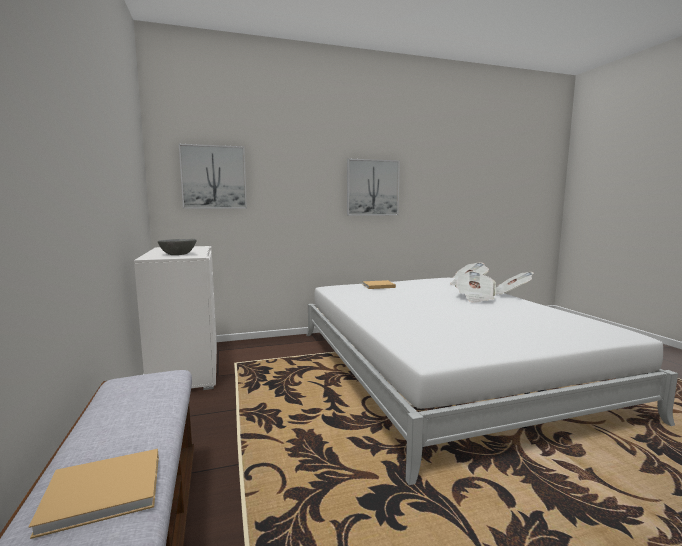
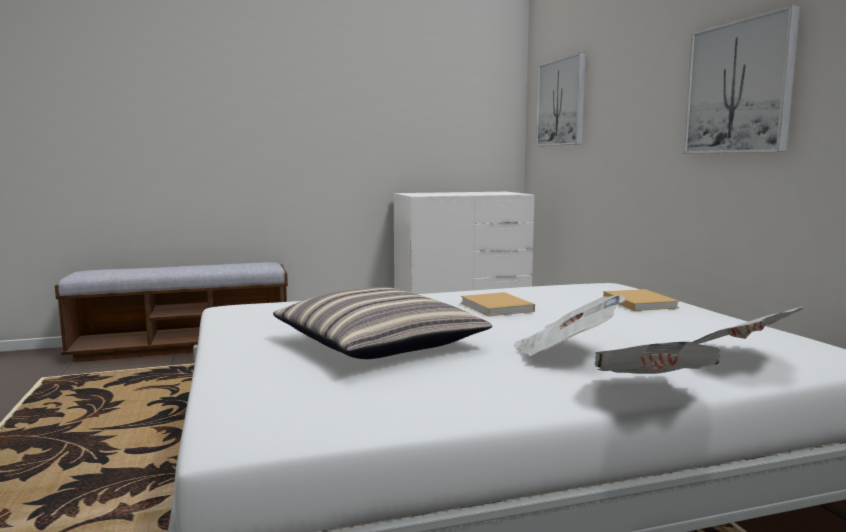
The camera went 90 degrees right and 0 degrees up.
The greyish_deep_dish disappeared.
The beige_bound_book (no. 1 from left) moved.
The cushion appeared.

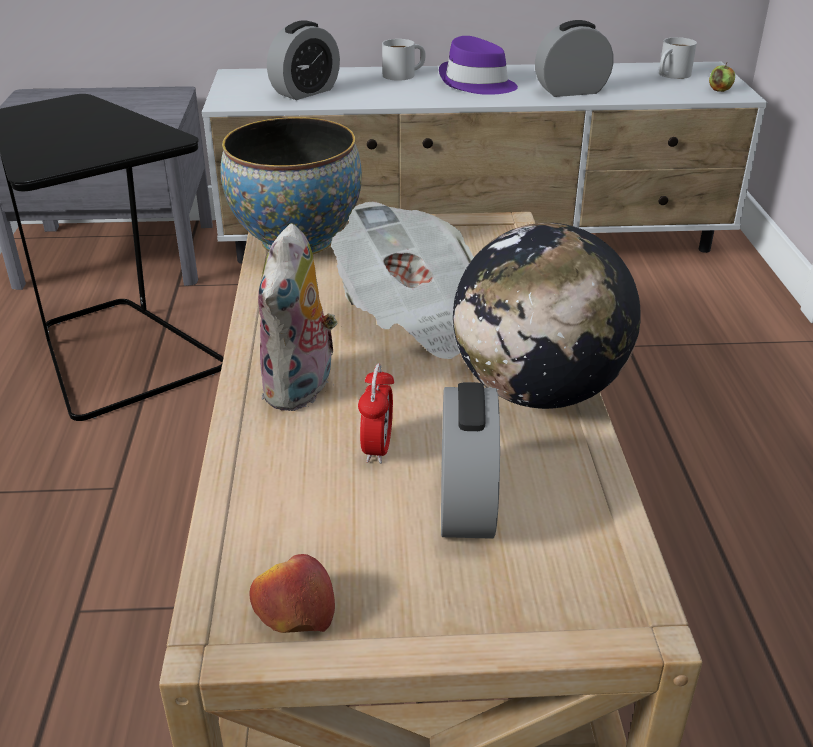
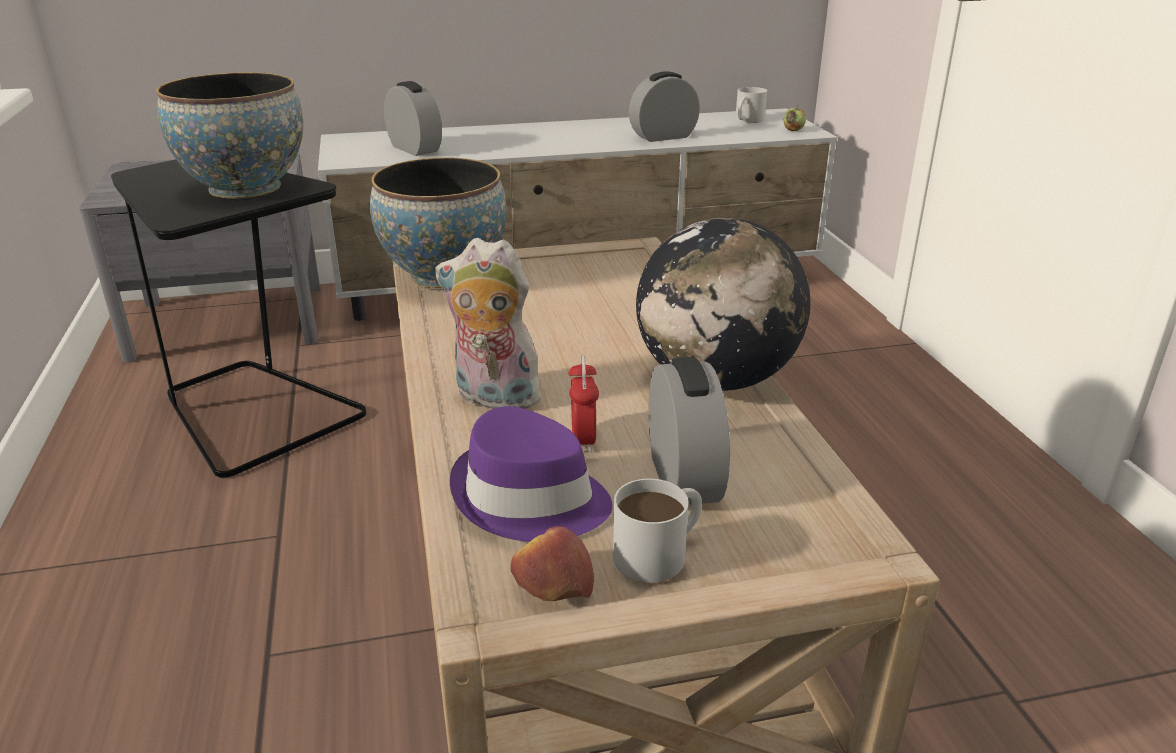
The camera went 10 degrees left and 5 degrees down.
The alarm_clock (no. 1 from left) turned 75 degrees counterclockwise.
The purplish_clothing_hat moved.
The whitish_mug (no. 1 from left) moved.
The daily_paper disappeared.
The plush_toy turned 105 degrees clockwise.
The deep_dish (no. 1 from left) appeared.

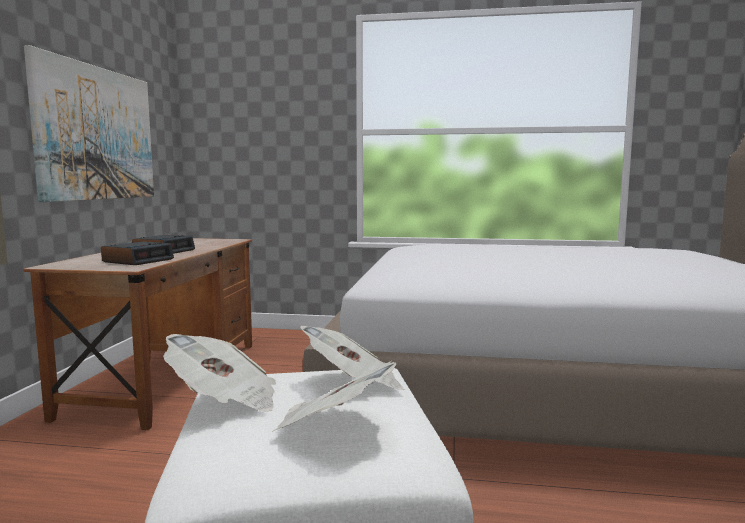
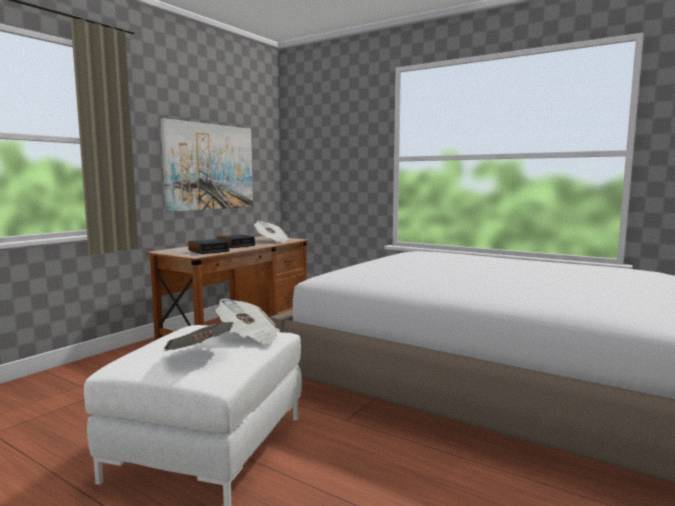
The camera went 25 degrees right and 0 degrees up.
The daily_paper (no. 1 from left in the first image) moved.

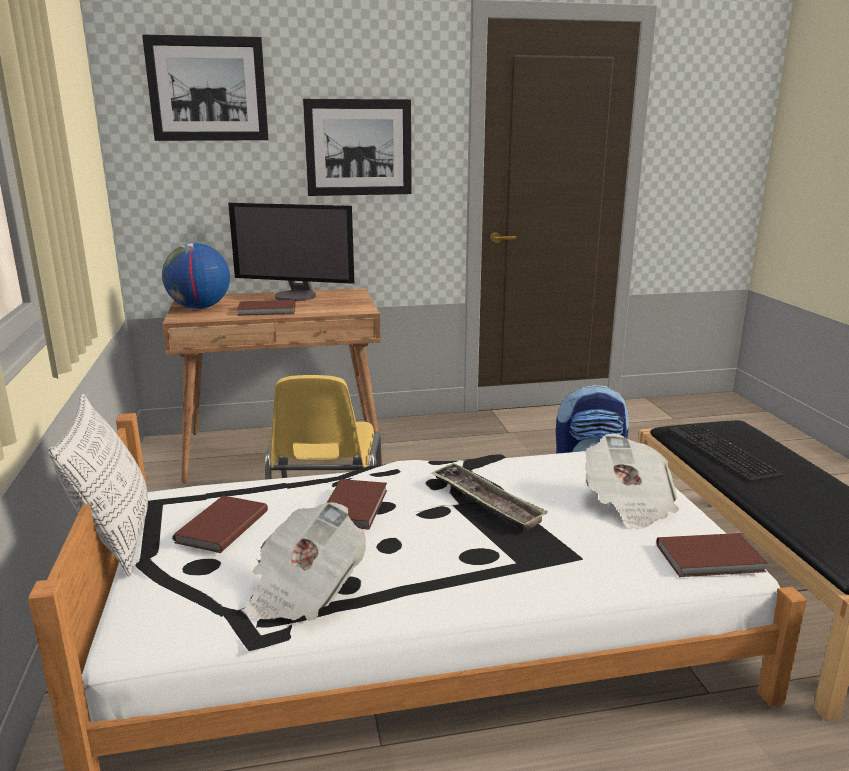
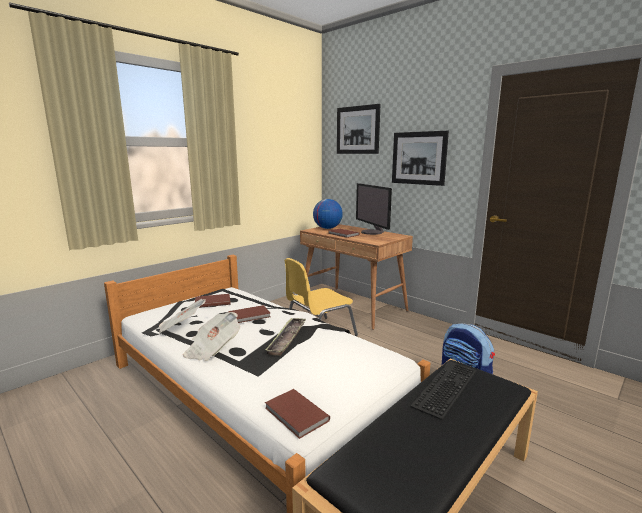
The camera went 55 degrees right and 5 degrees down.
The cushion disappeared.
The daily_paper (no. 2 from left) moved.

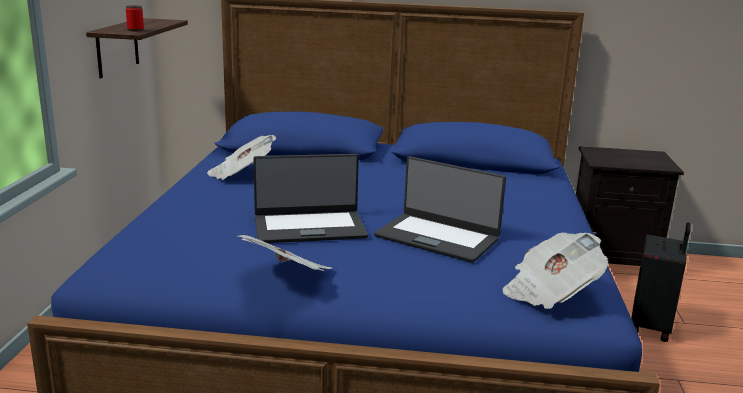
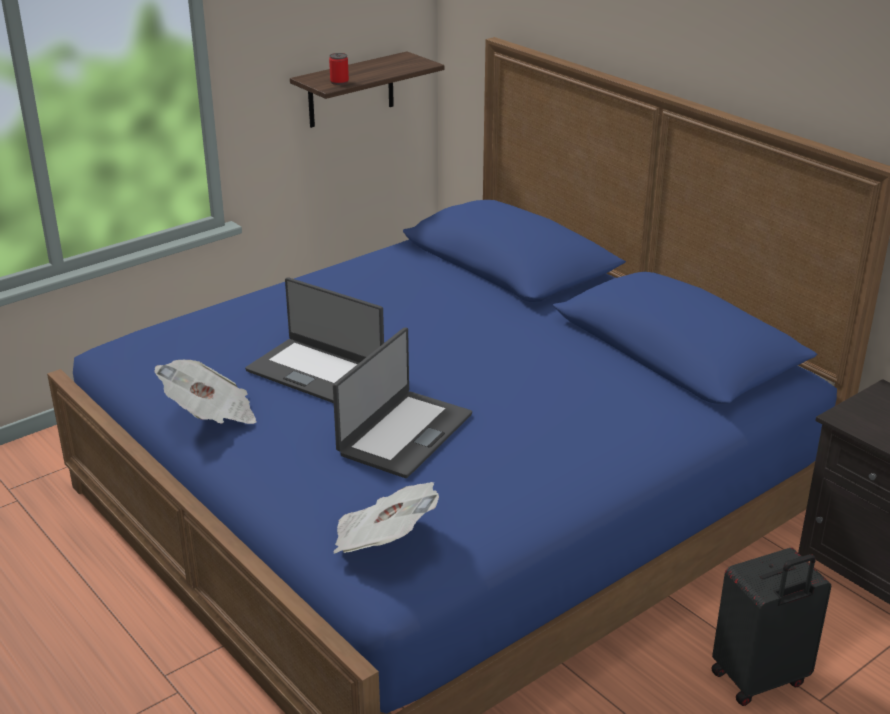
The camera went 45 degrees right and 10 degrees up.
The daily_paper (no. 1 from left) disappeared.
The portable_computer (no. 2 from left) turned 135 degrees counterclockwise.

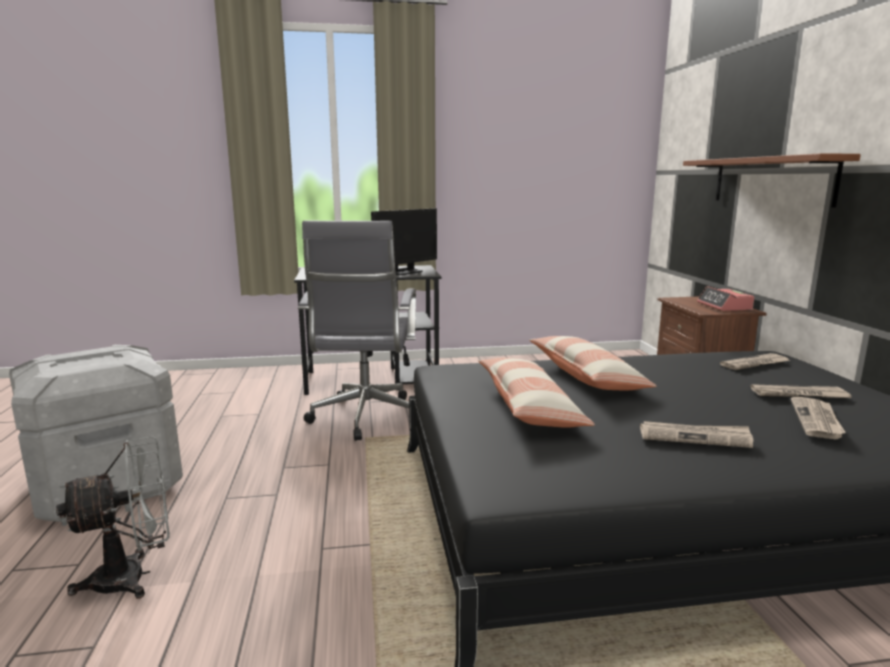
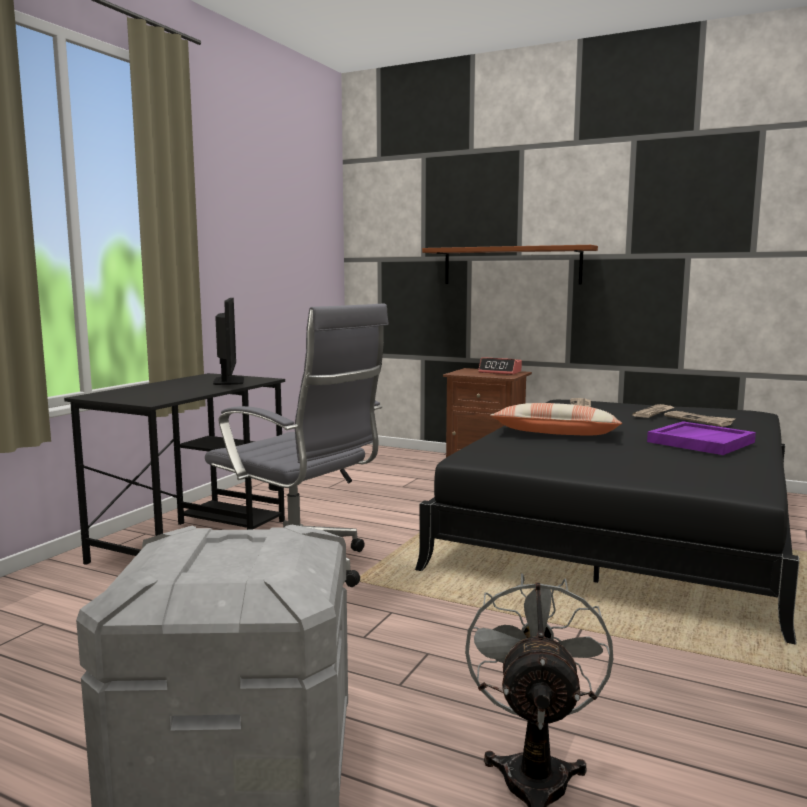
The camera went 55 degrees left and 5 degrees down.
The cushion (no. 1 from left) disappeared.
The daily_paper (no. 1 from left) was replaced by the purplish_serving_tray.

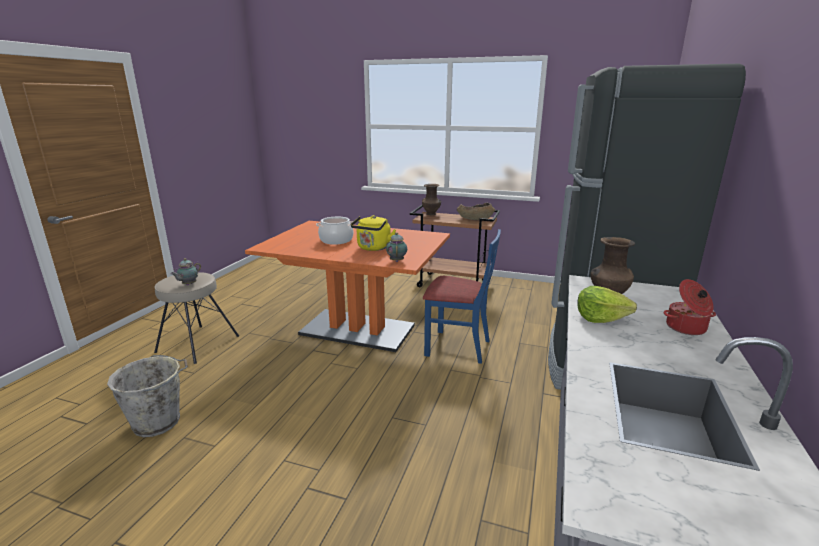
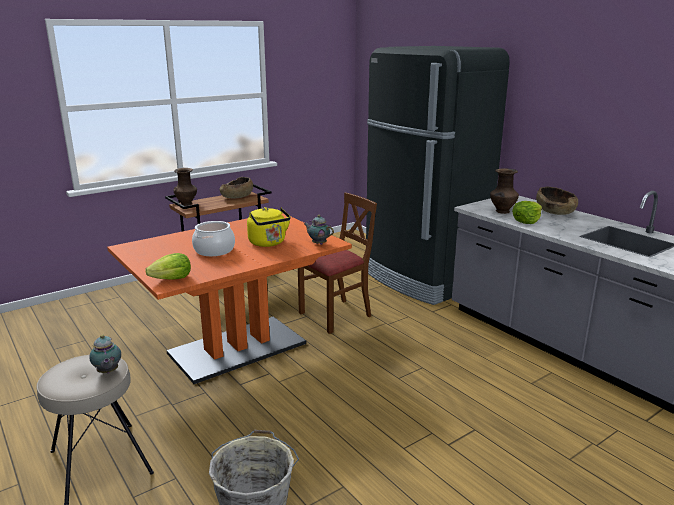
The camera went 55 degrees left and 0 degrees up.
The bluish_upright_chair became the brownish_upright_chair.
The stockpot (no. 2 from left) was replaced by the brownish_deep_dish (no. 2 from left).
The head_of_lettuce (no. 1 from left) appeared.

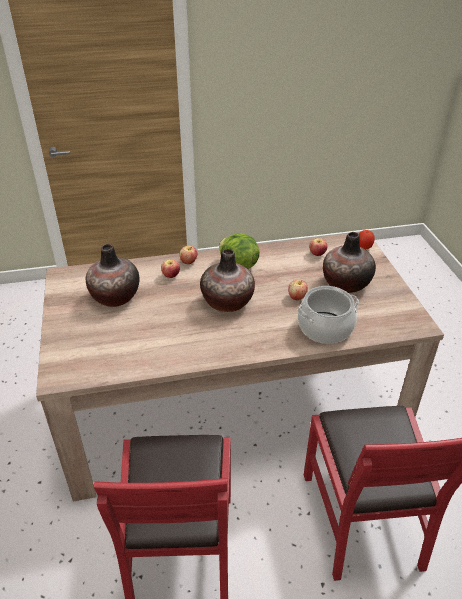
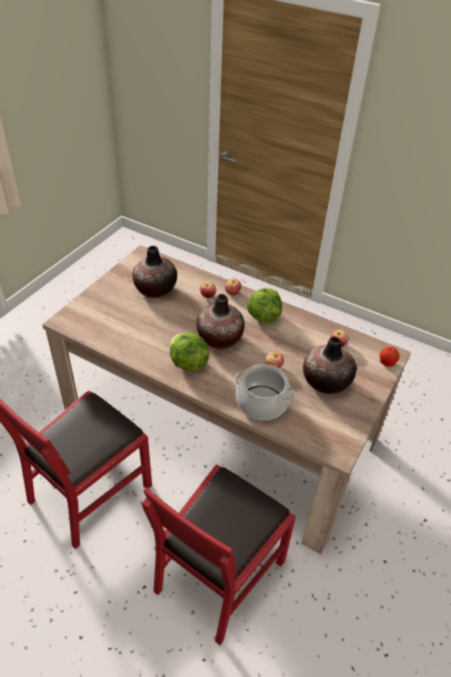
The camera went 40 degrees right and 5 degrees up.
The head_of_lettuce (no. 1 from left) appeared.

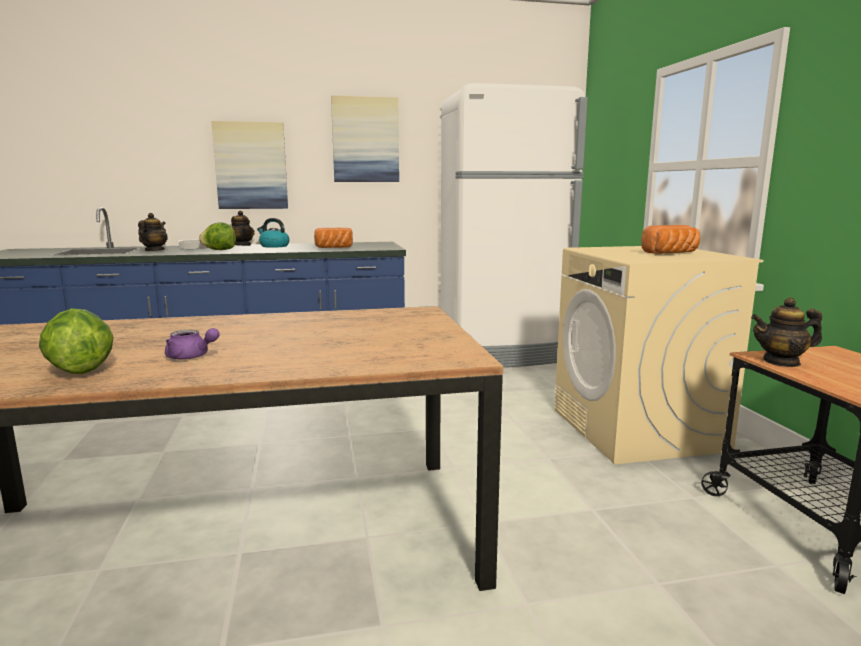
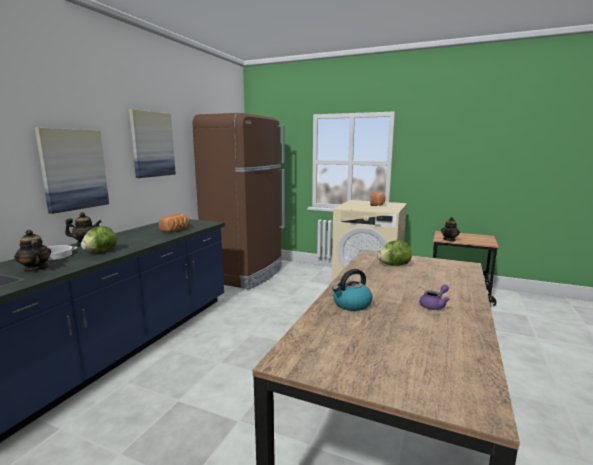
The camera went 55 degrees left and 0 degrees up.
The whitish_fridge became the brownish_fridge.
The water_kettle moved.
The head_of_lettuce (no. 1 from left in the first image) moved.

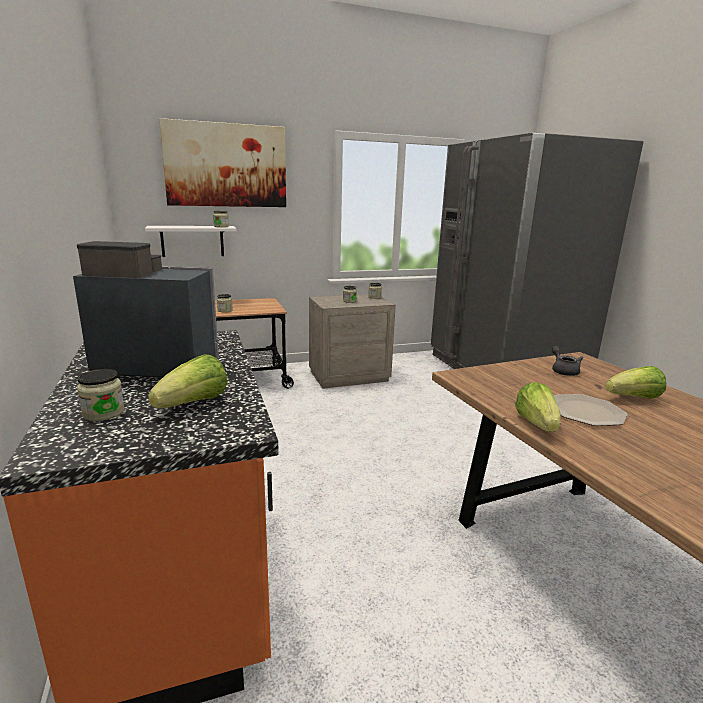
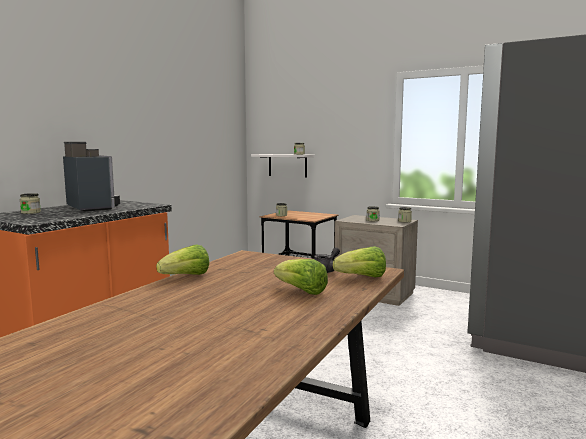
The camera went 50 degrees right and 10 degrees down.
The wall_art disappeared.
The head_of_lettuce (no. 1 from left in the first image) moved.
The plate disappeared.

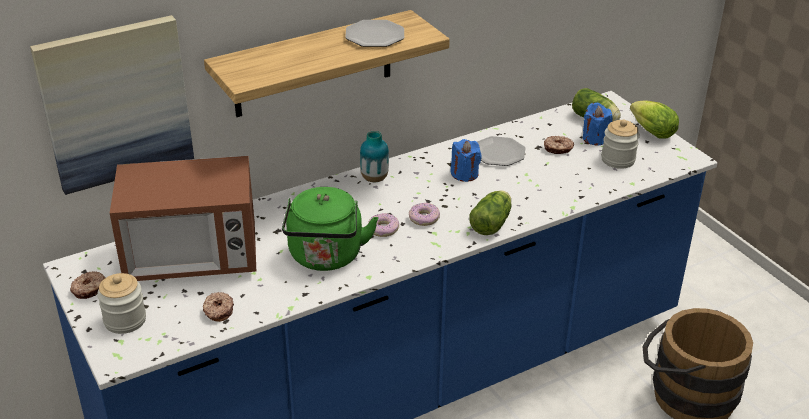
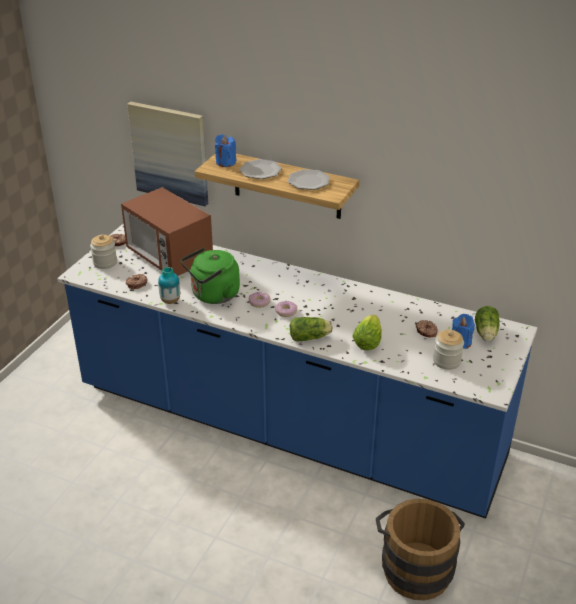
The camera went 55 degrees right and 0 degrees up.
The head_of_lettuce (no. 3 from left in the first image) moved.
The flower_vase moved.
The plate (no. 2 from left in the first image) moved.
The bluish_wax_candle (no. 1 from left) moved.

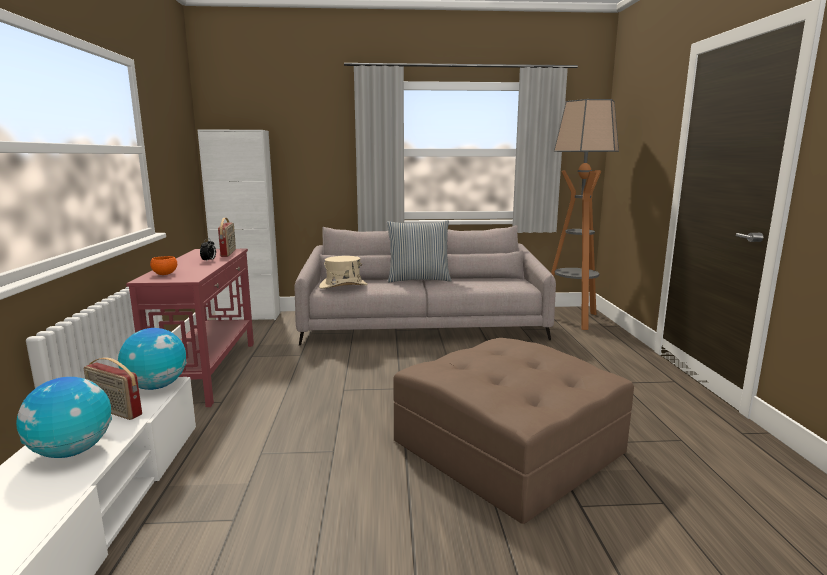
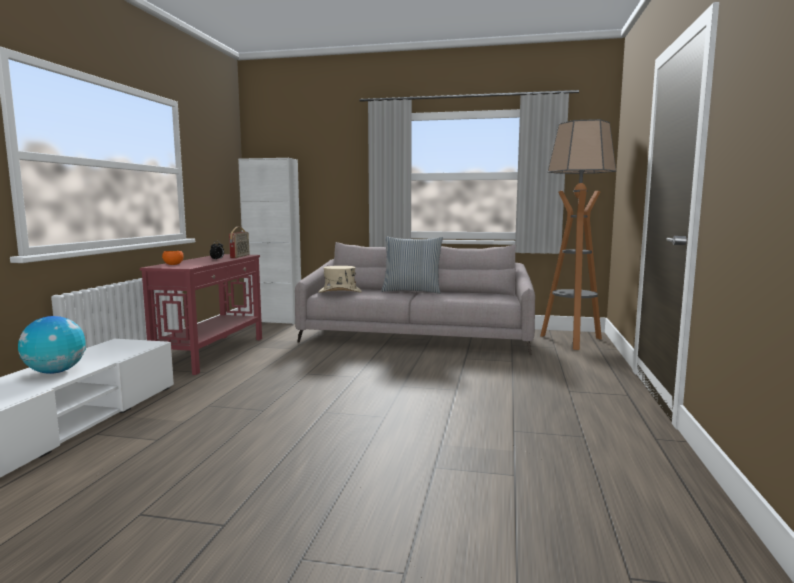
The camera went 15 degrees right and 5 degrees down.
The globe (no. 2 from left) disappeared.
The brownish_pouffe disappeared.
The radio (no. 1 from left) disappeared.

